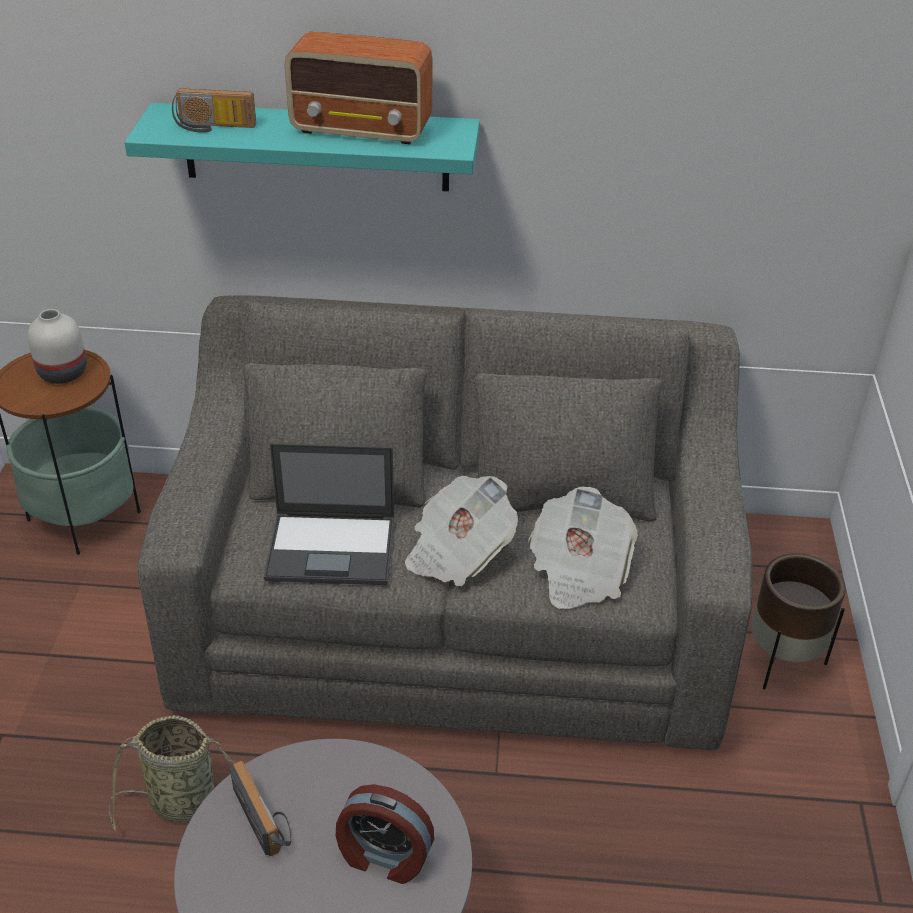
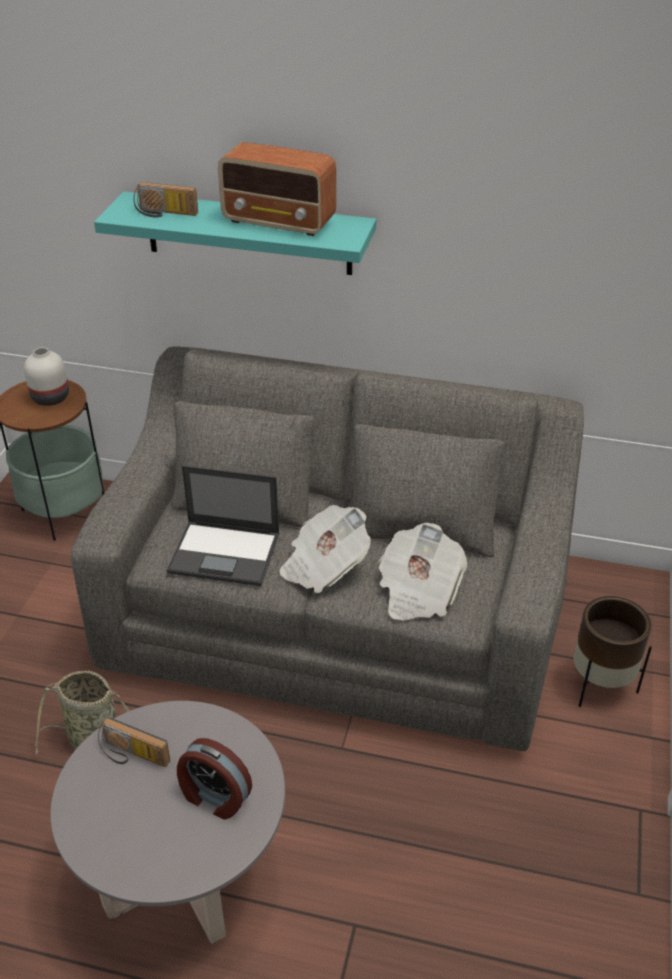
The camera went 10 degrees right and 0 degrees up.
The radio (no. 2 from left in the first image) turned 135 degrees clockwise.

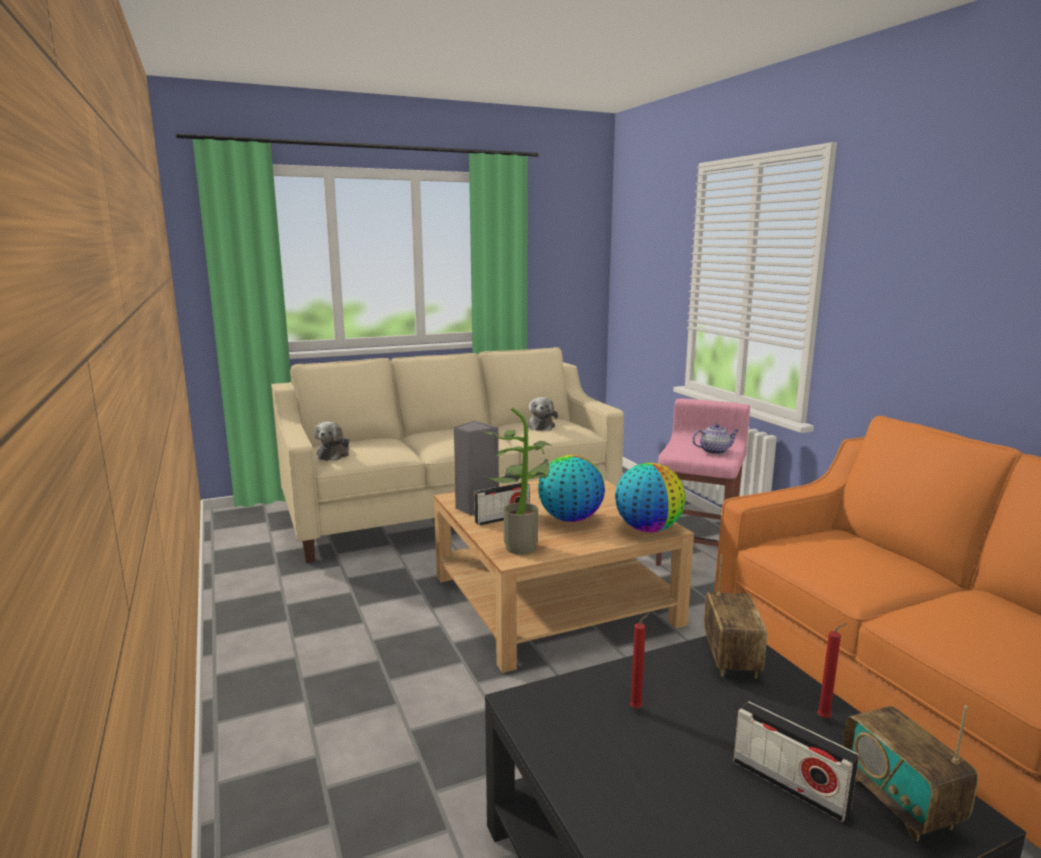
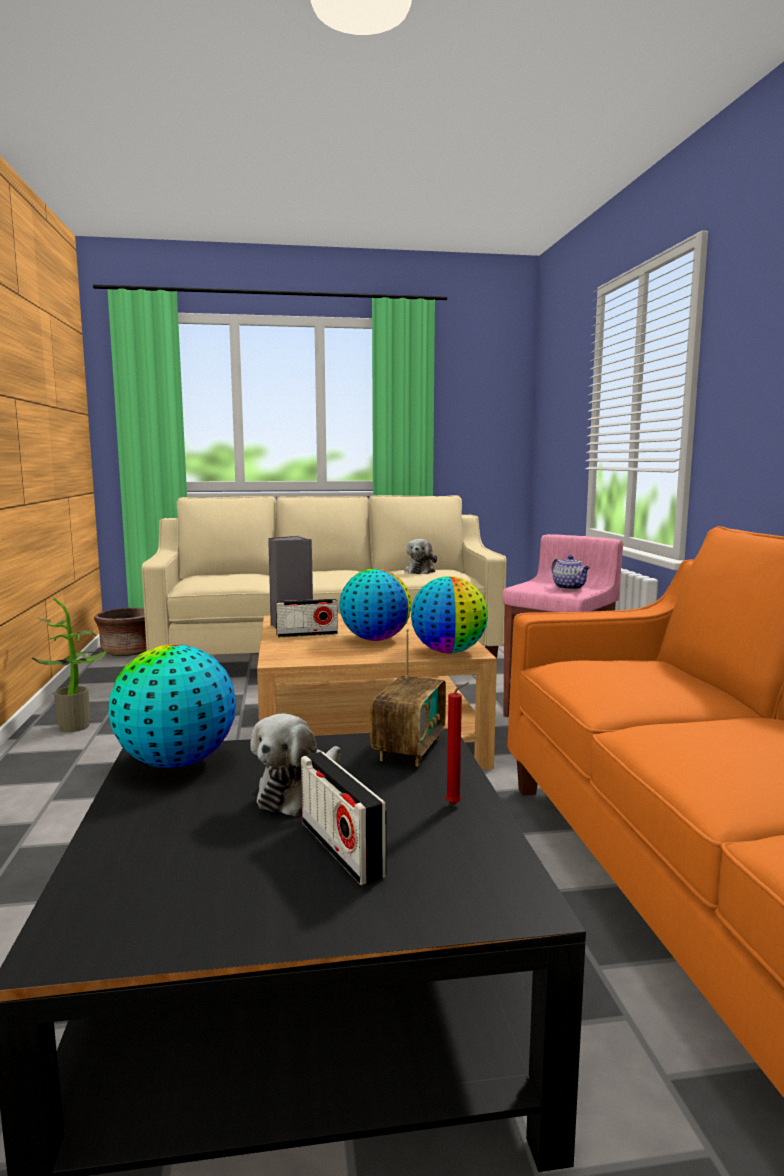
The camera went 15 degrees right and 5 degrees down.
The potted_plant moved.
The plush_toy (no. 1 from left) moved.
The tea_pot turned 60 degrees clockwise.
The red_wax_candle (no. 1 from left) disappeared.
The radio (no. 4 from left) disappeared.
The brownish_flower_pot appeared.
The globe (no. 1 from left) appeared.

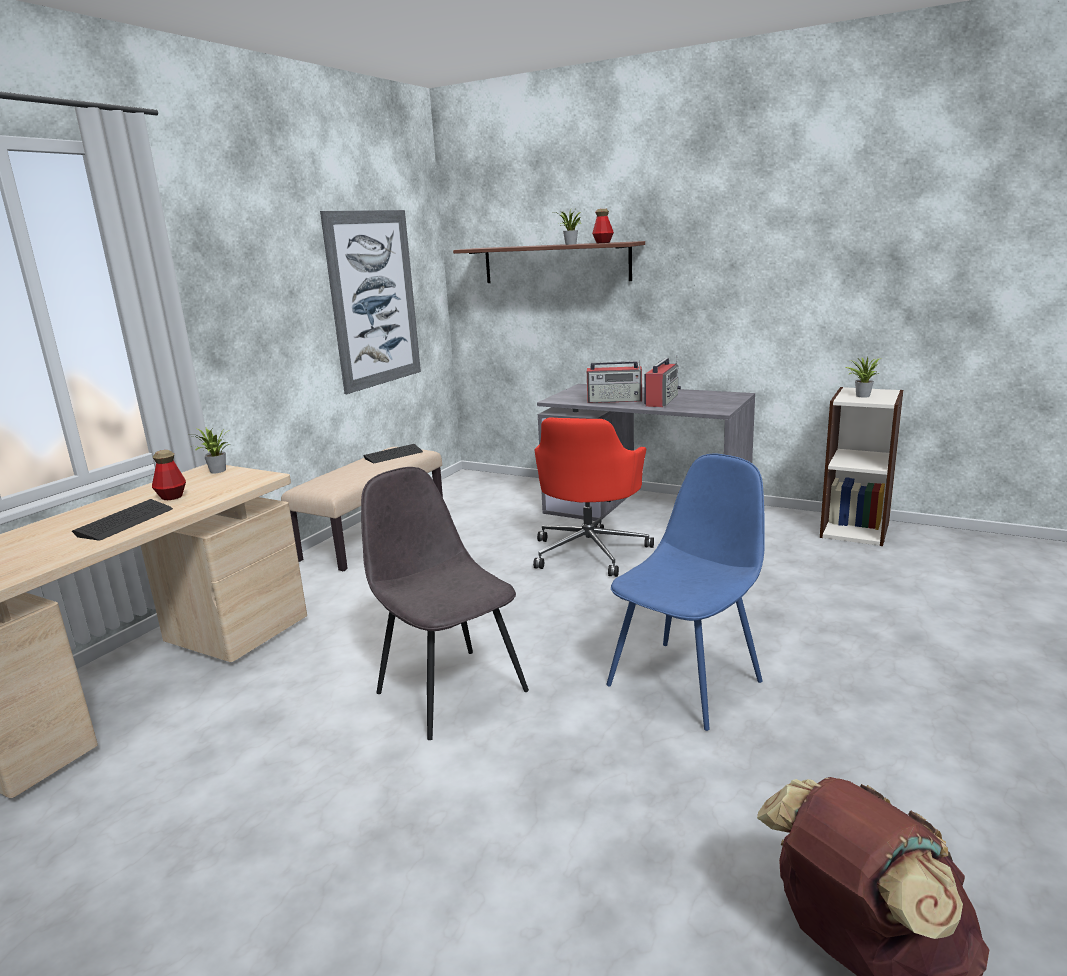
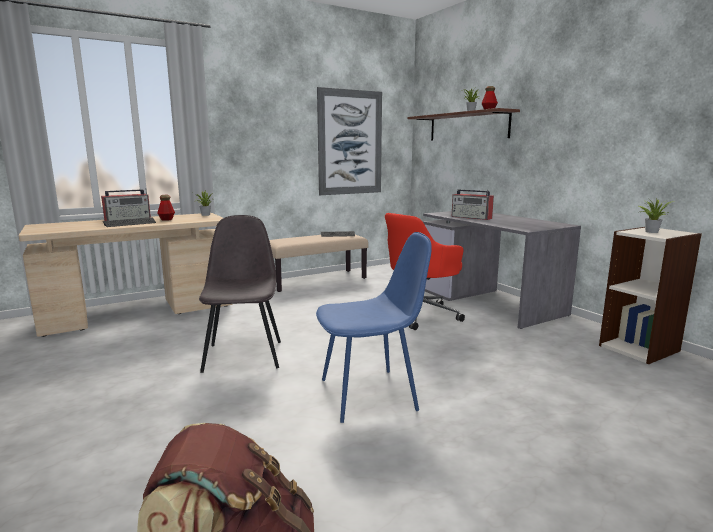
The camera went 30 degrees right and 5 degrees down.
The radio (no. 2 from left in the first image) moved.

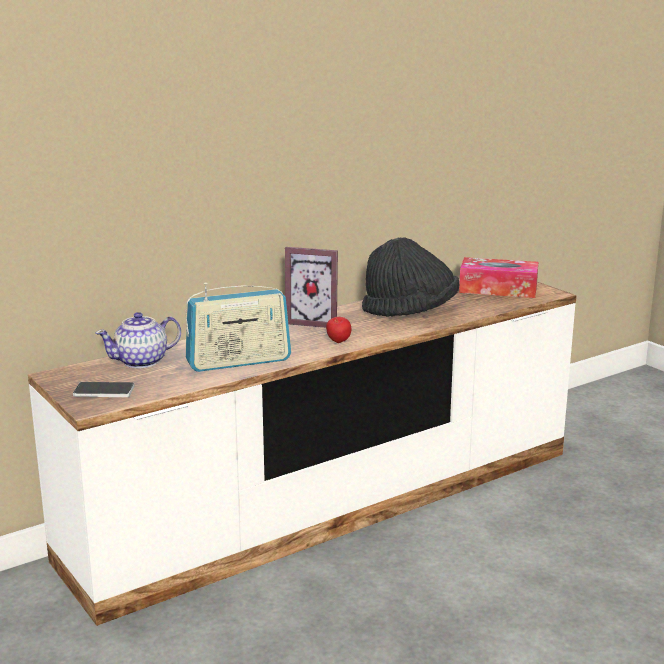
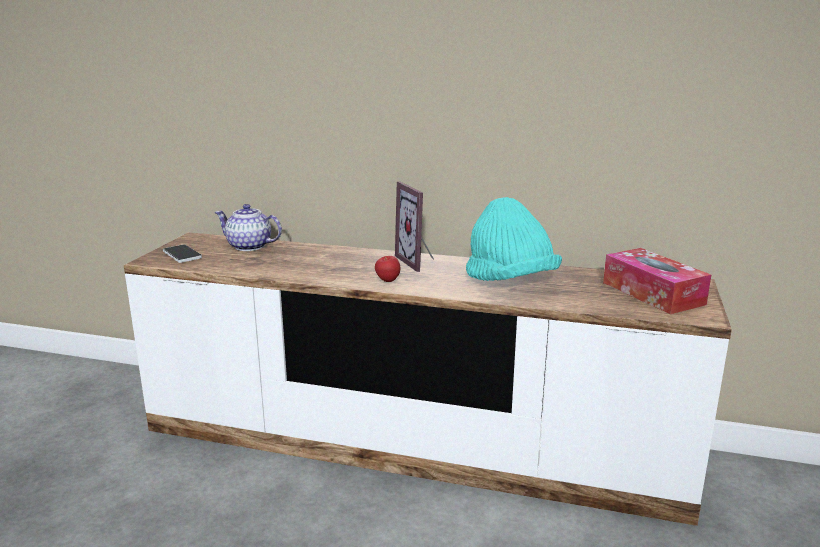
The camera went 50 degrees right and 0 degrees up.
The black_clothing_hat became the turquoise-coloured_clothing_hat.
The radio disappeared.

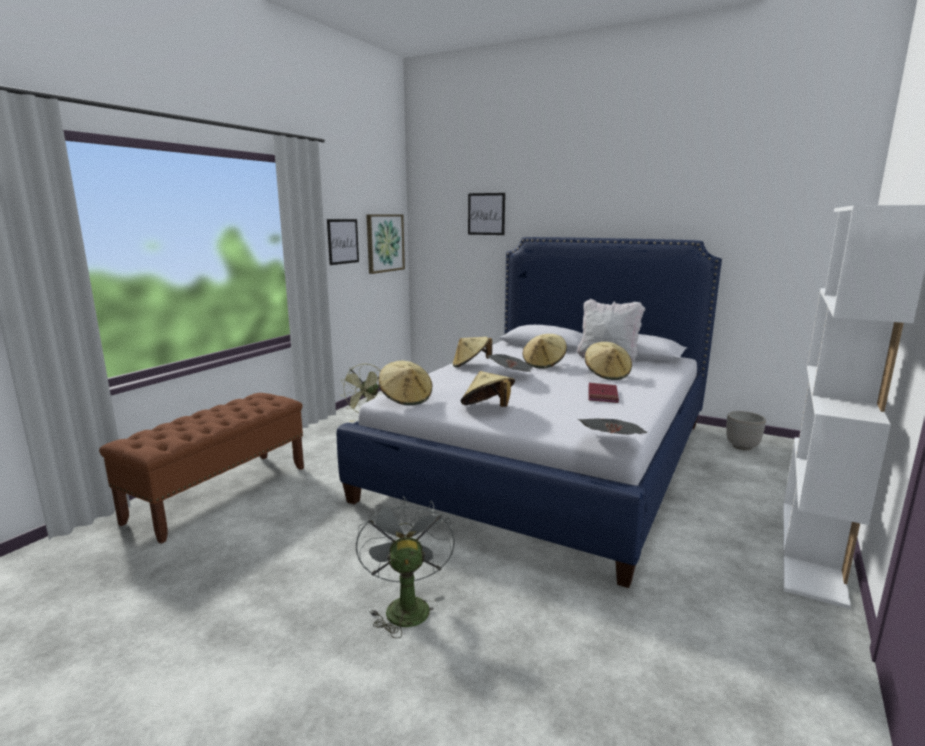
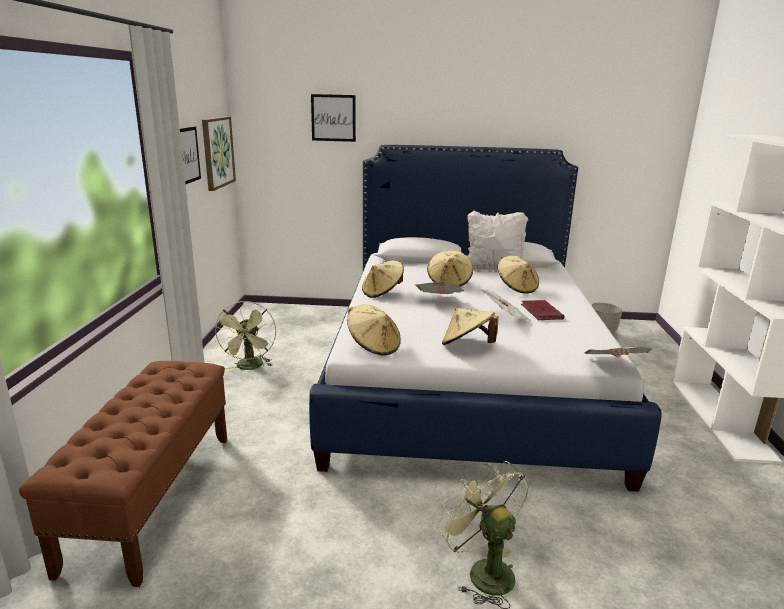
The camera went 25 degrees left and 5 degrees up.
The greyish_electric_fan became the green-coloured_electric_fan (no. 2 from left).
The daily_paper (no. 2 from left) appeared.

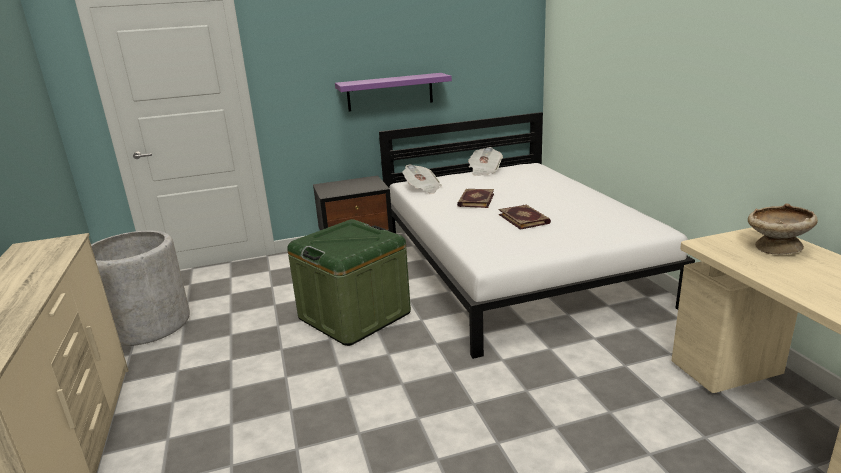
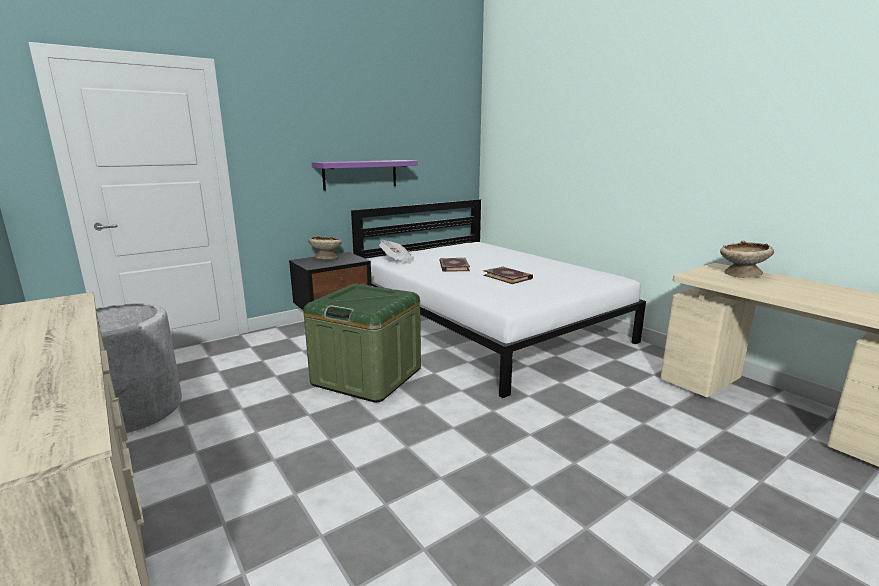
The camera went 20 degrees left and 5 degrees down.
The daily_paper (no. 2 from left) disappeared.
The beige_deep_dish (no. 1 from left) appeared.

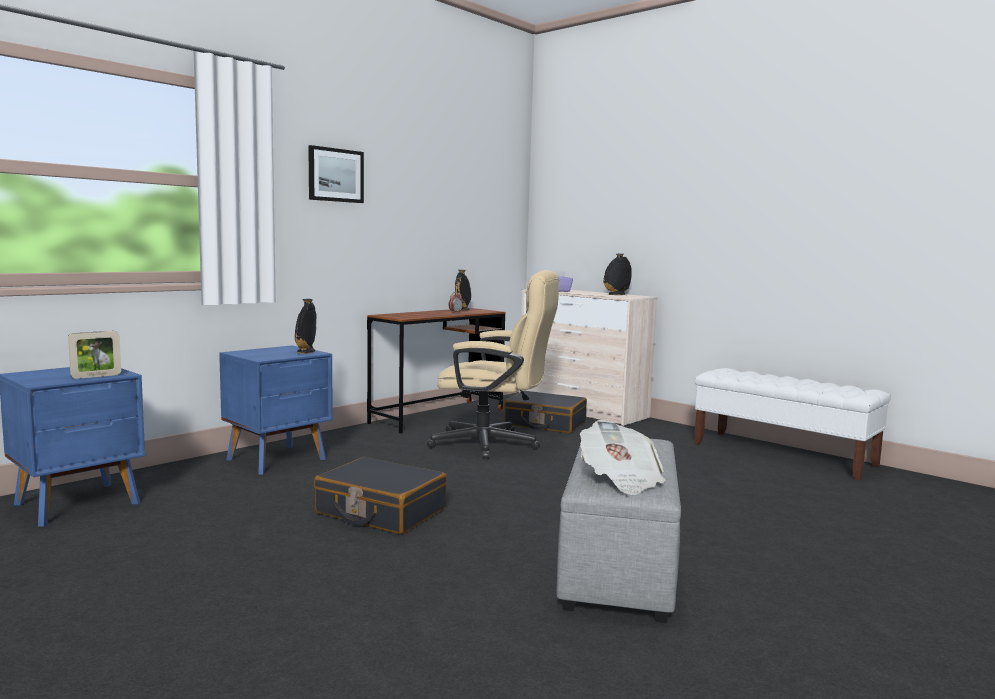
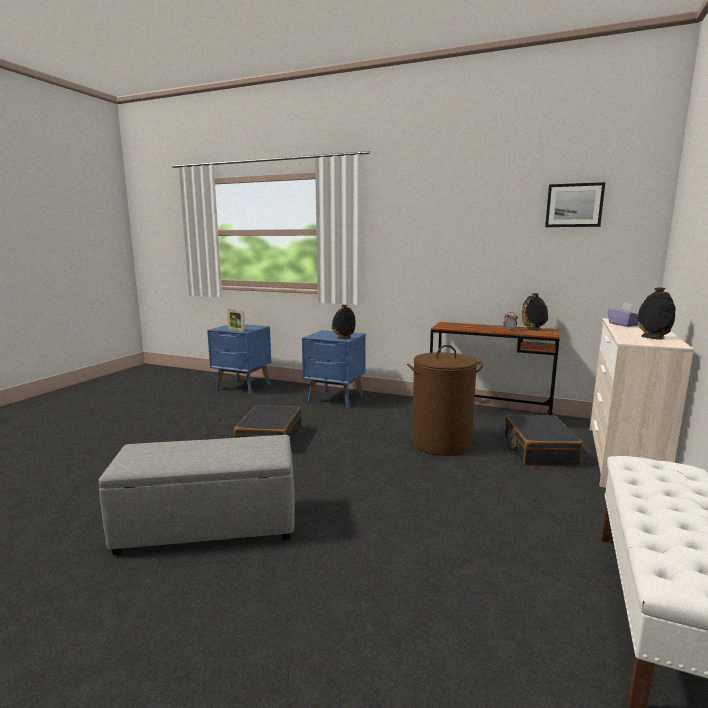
The camera went 70 degrees right and 5 degrees up.
The wall_art moved.
The beige_computer_chair was replaced by the brownish_laundry_basket.
The daily_paper disappeared.

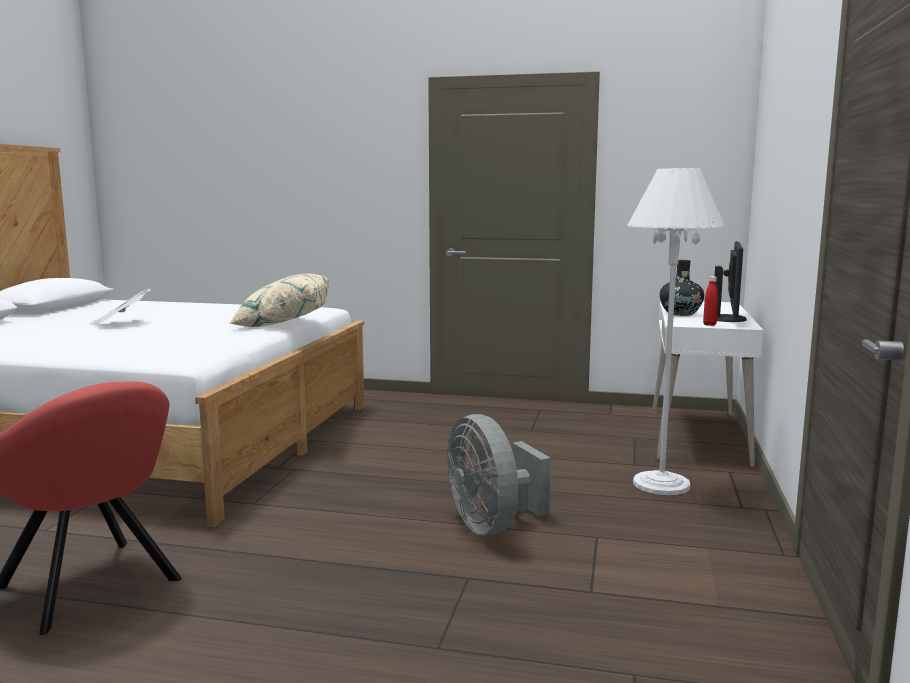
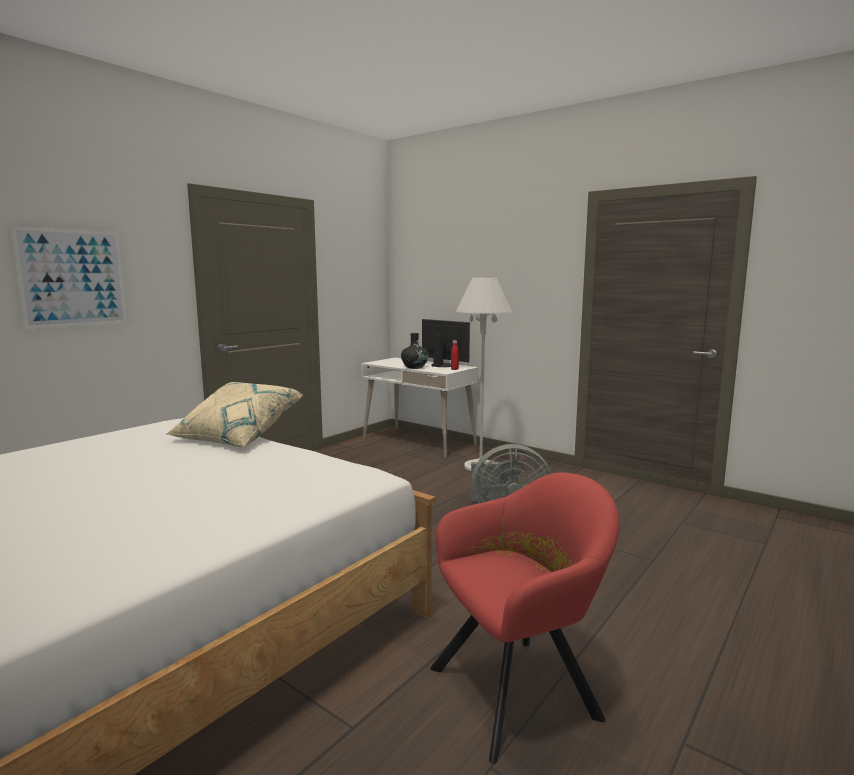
The camera went 65 degrees left and 0 degrees up.
The daily_paper disappeared.
The wall_art appeared.

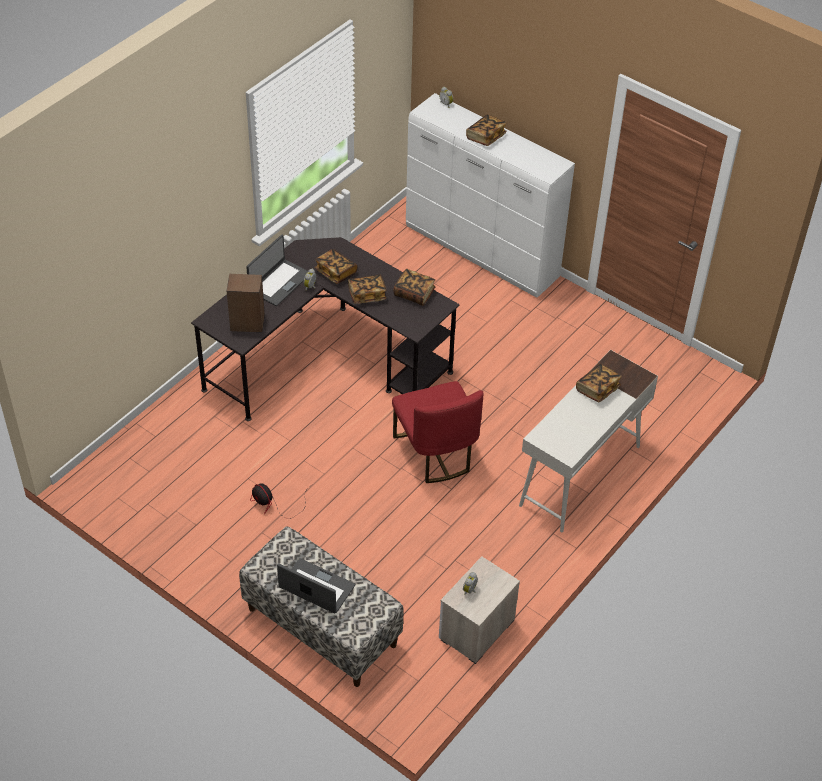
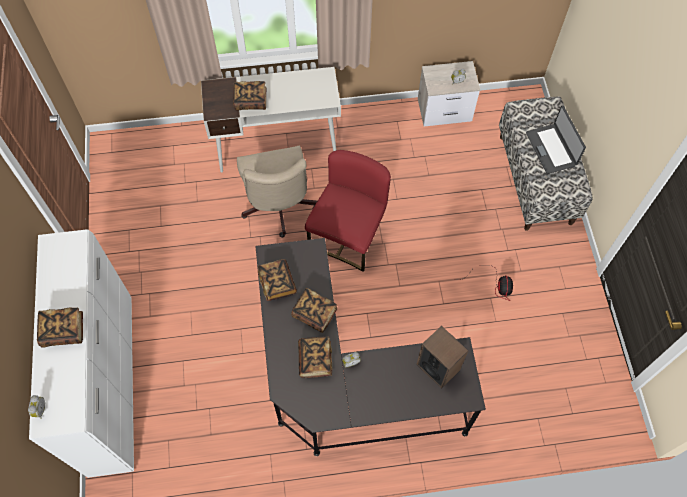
The camera went 135 degrees left and 15 degrees up.
The portable_computer (no. 1 from left) disappeared.
The beige_computer_chair appeared.

